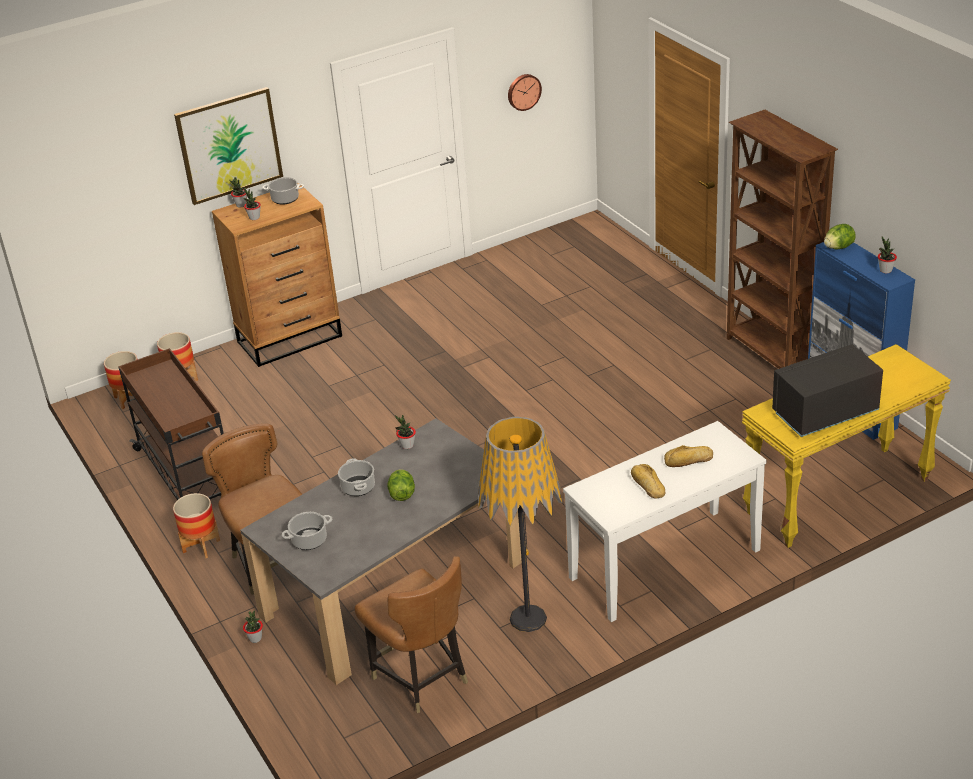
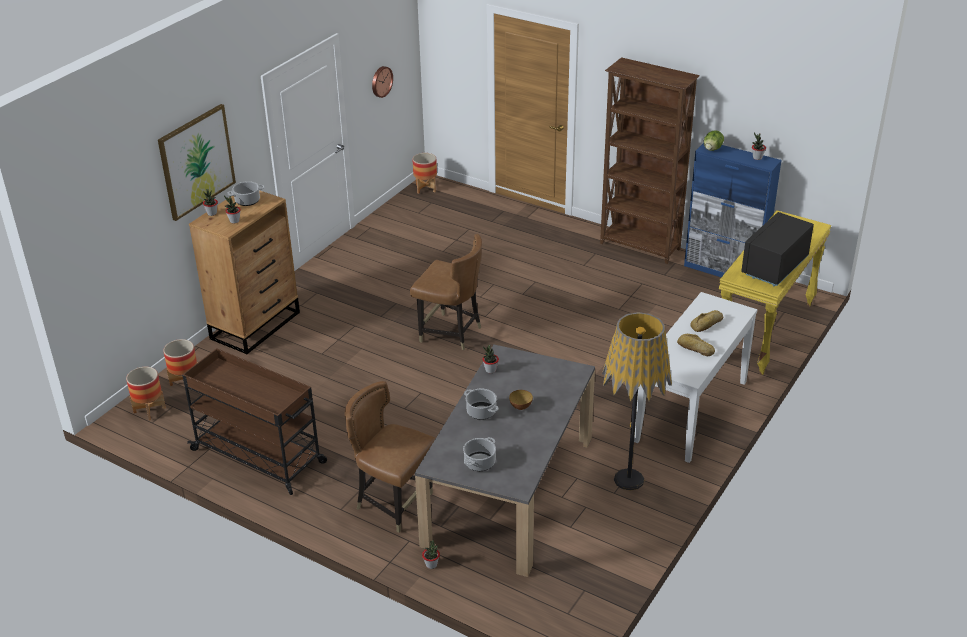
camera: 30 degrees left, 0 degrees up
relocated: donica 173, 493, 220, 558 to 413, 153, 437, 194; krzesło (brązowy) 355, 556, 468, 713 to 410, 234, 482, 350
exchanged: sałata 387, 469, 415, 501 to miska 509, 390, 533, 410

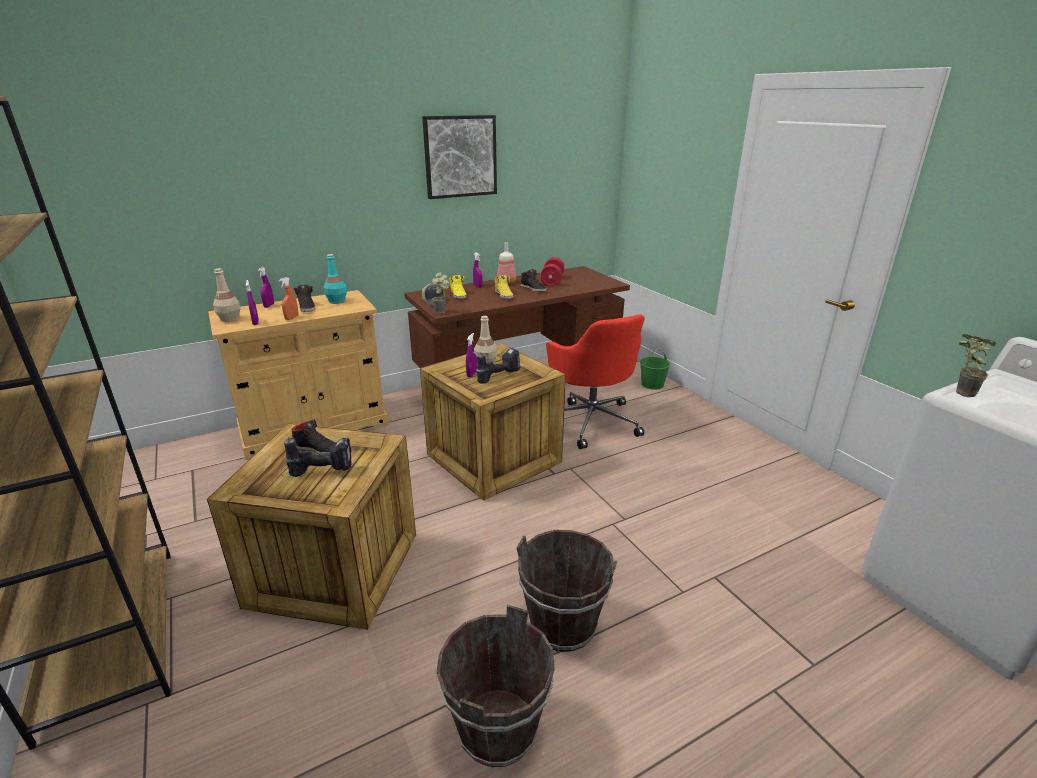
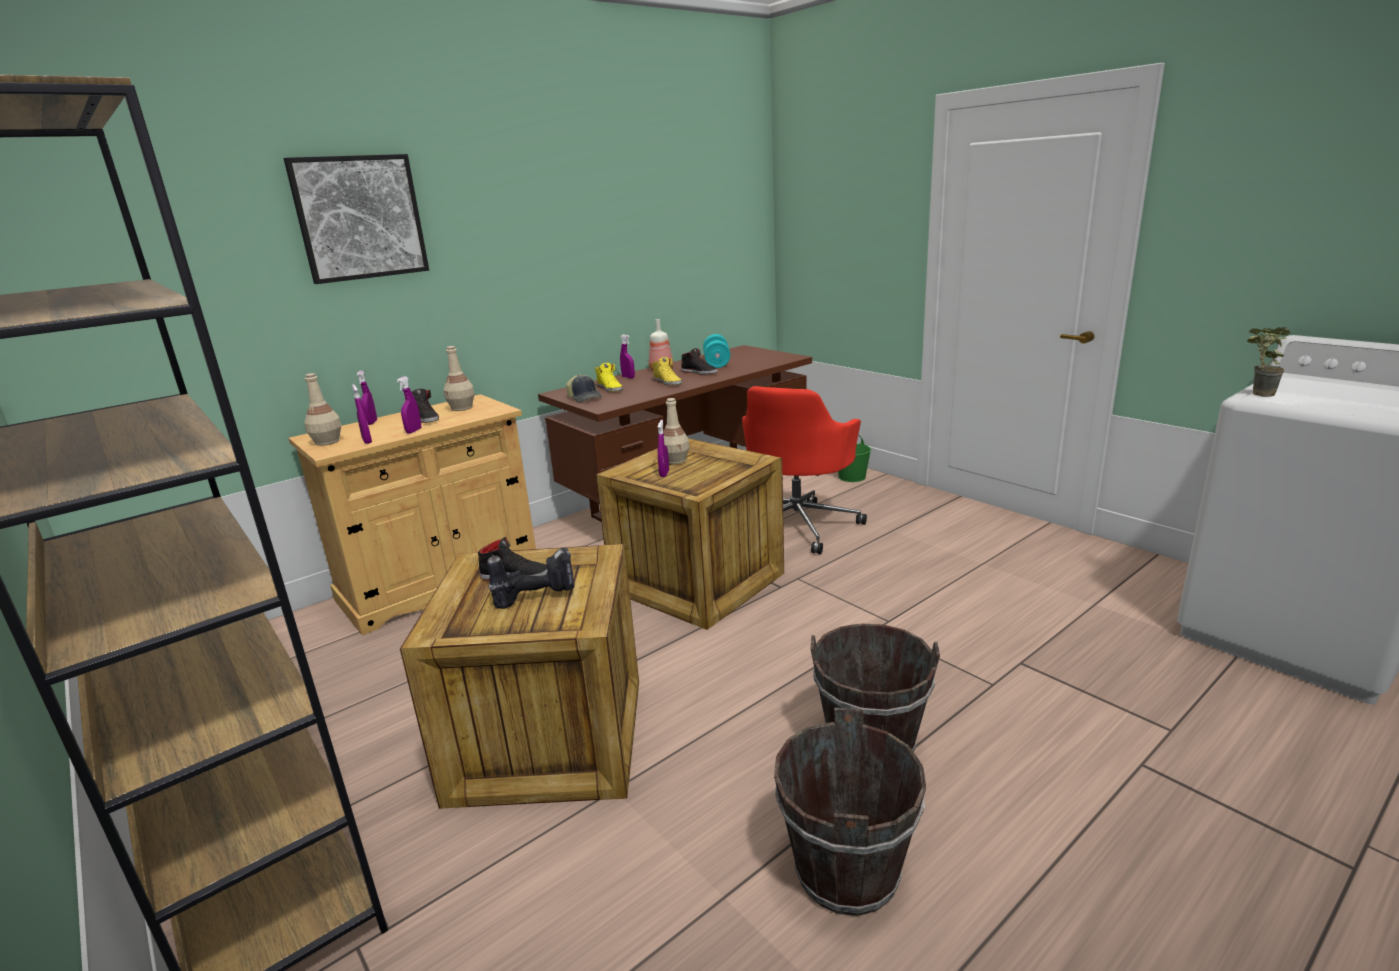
camera: 10 degrees left, 5 degrees down
missing: roślina doniczkowa 432, 272, 449, 314; wiertarka 476, 348, 520, 384
relocated: obraz 422, 115, 497, 199 to 284, 154, 429, 284
colour: butelka (turkusowy) 324, 254, 347, 304 to butelka (beżowy) 444, 346, 474, 411; hantel (czerwony) 540, 257, 564, 286 to hantel (turkusowy) 703, 334, 730, 368; spryskiwacz (pomarańczowy) 279, 277, 298, 320 to spryskiwacz (fioletowy) 397, 376, 421, 434
spun: krzesło biurowe (czerwony) 546, 314, 645, 449 = 742, 386, 867, 554 60 degrees clockwise

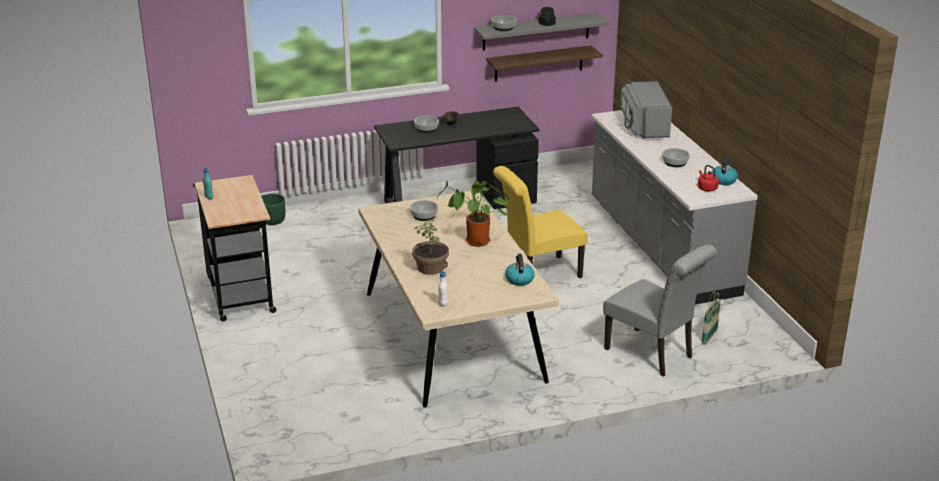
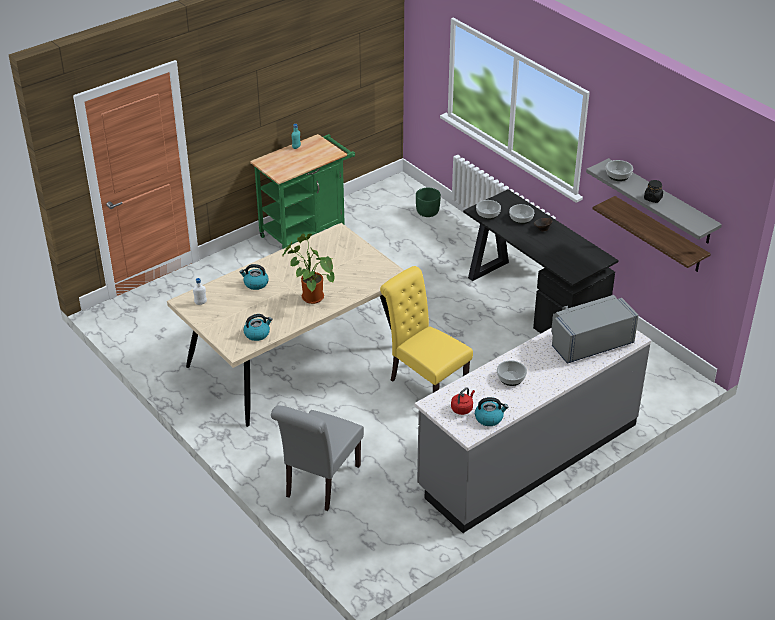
camera: 70 degrees right, 10 degrees up
missing: koszyk 702, 292, 721, 344
relocated: miska 410, 200, 438, 221 to 476, 200, 501, 220
exchanged: roślina doniczkowa 412, 220, 449, 275 to czajnik 240, 264, 269, 290
colour: wózek (czarny) 193, 174, 276, 321 to wózek (zielony) 250, 134, 355, 249

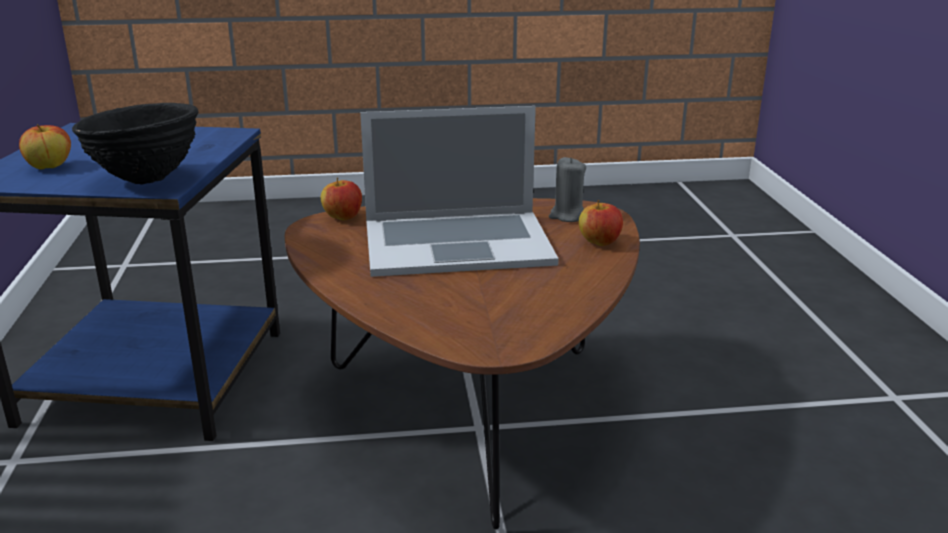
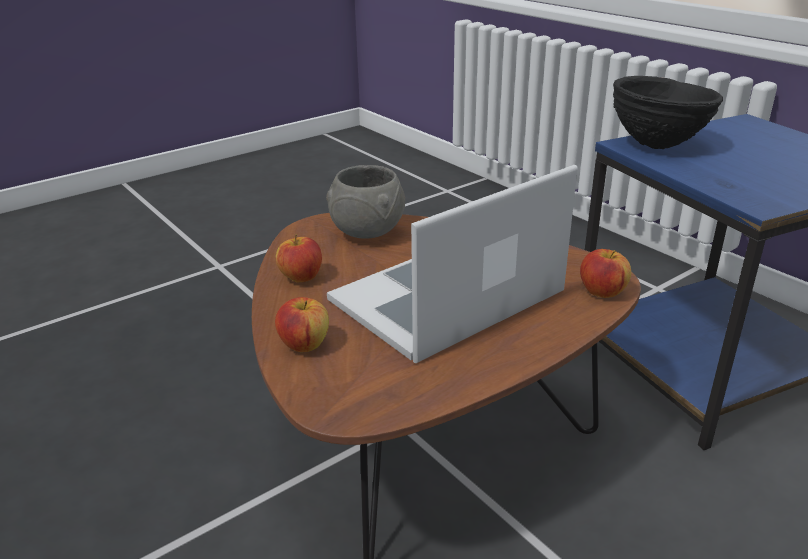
camera: 150 degrees right, 5 degrees up
missing: świeca (szary) 549, 157, 586, 222
appeared: miska (szary) 326, 165, 405, 238
relocated: jabłko 19, 124, 71, 169 to 276, 234, 322, 282

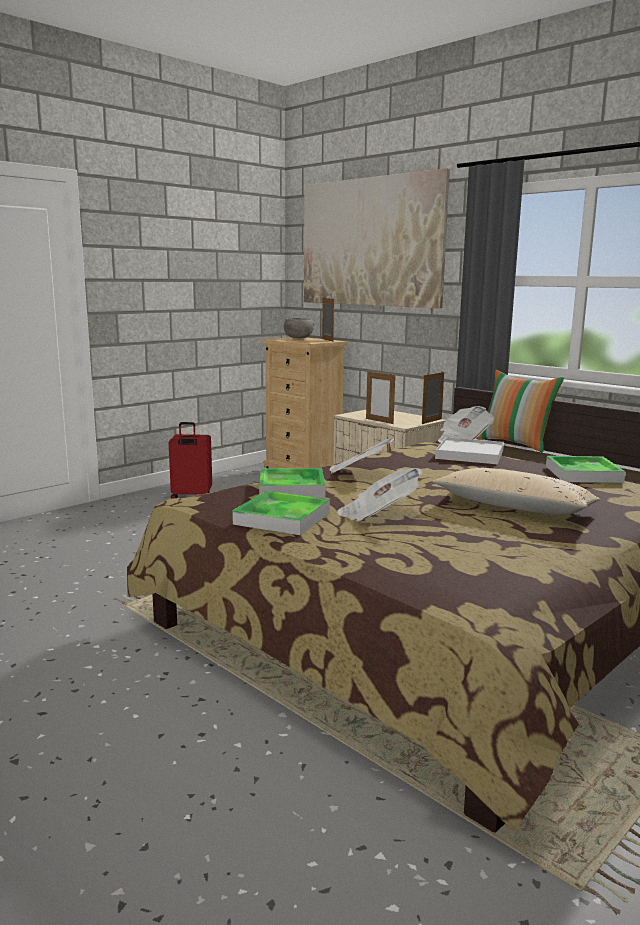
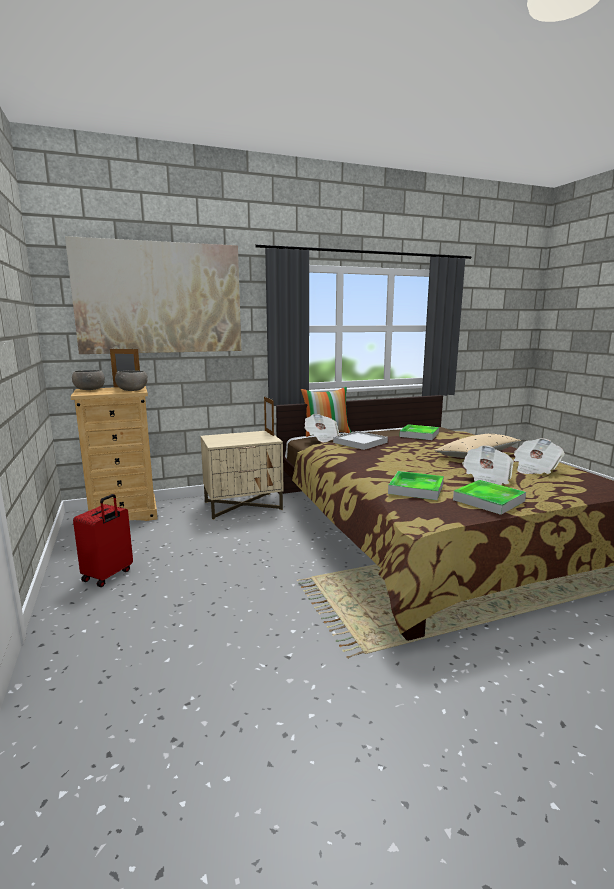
camera: 65 degrees left, 0 degrees up
missing: ramka na zdjęcie 366, 370, 395, 424
appeared: miska (szary) 115, 370, 148, 391
relocated: gazeta 330, 438, 394, 474 to 514, 438, 565, 474

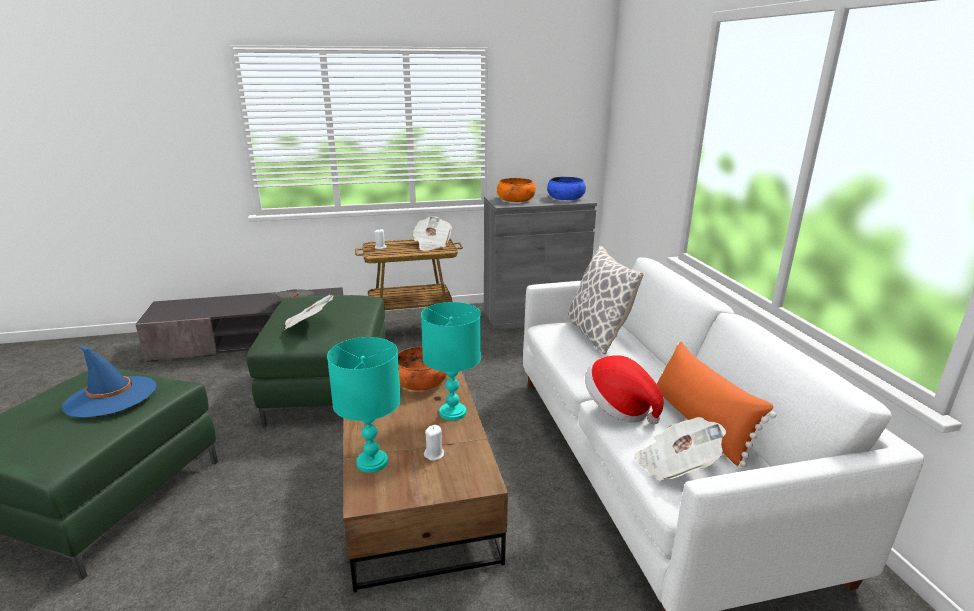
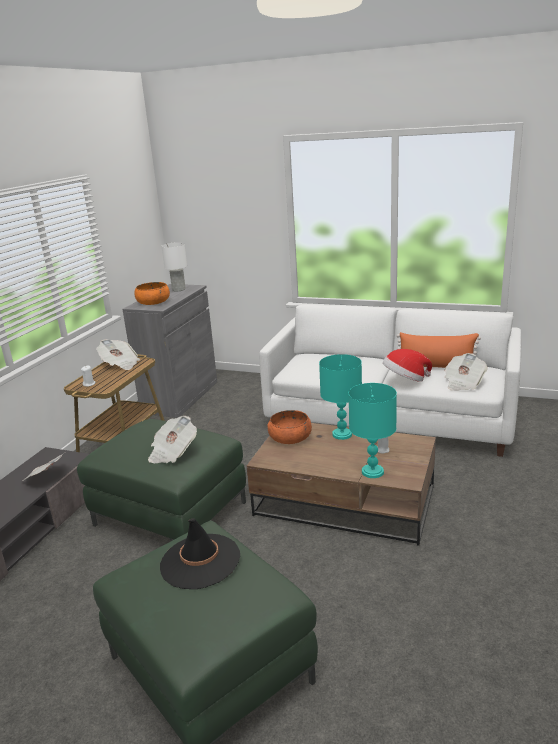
camera: 55 degrees left, 0 degrees up
missing: poduszka 568, 246, 644, 354
exchanged: miska (niebieski) 547, 177, 586, 200 to lampa stołowa (biały) 161, 242, 187, 291
colour: kapelusz (niebieski) 62, 346, 156, 418 to kapelusz (czarny) 160, 518, 240, 589

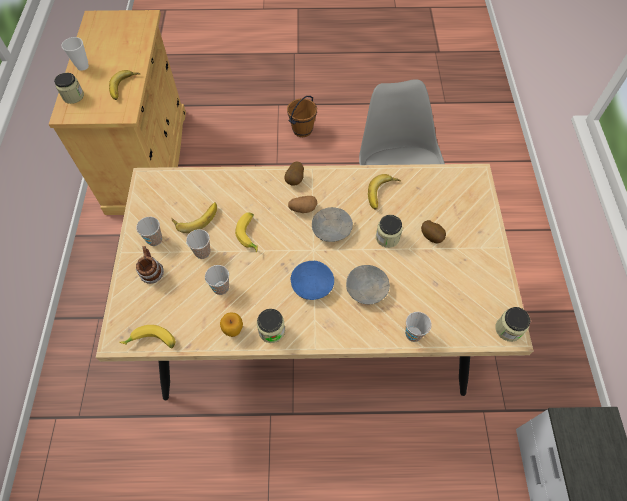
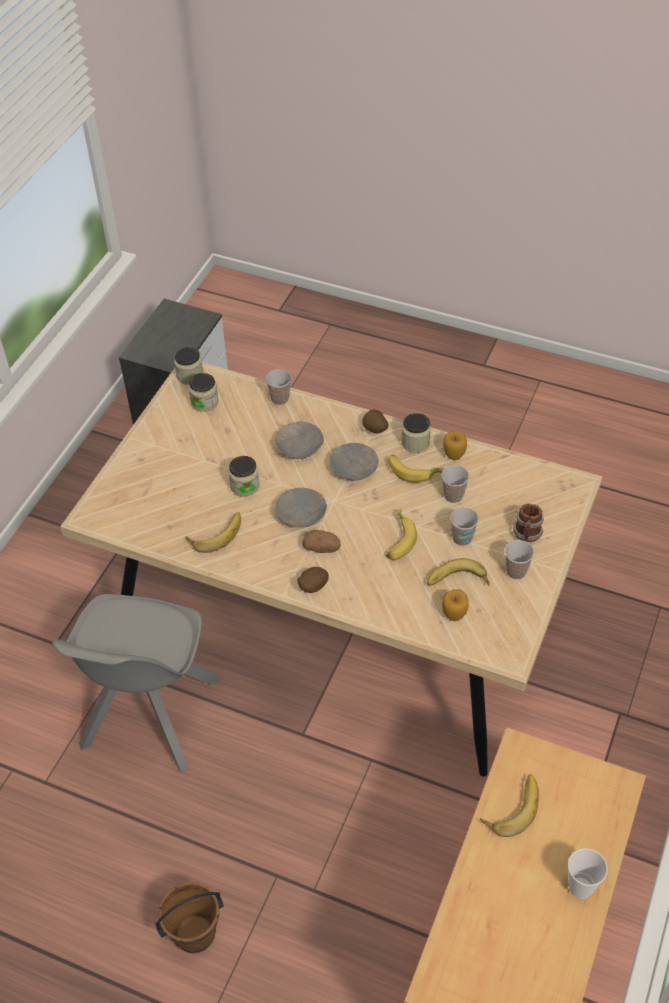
camera: 155 degrees left, 10 degrees down
appeared: jabłko 442, 589, 469, 621
relocated: słoik 54, 73, 84, 104 to 189, 373, 219, 412; ziemniak 421, 220, 446, 244 to 363, 410, 389, 434; banan 120, 325, 175, 348 to 388, 454, 443, 483
colour: miska (niebieski) 291, 261, 334, 300 to miska (szary) 329, 443, 379, 481

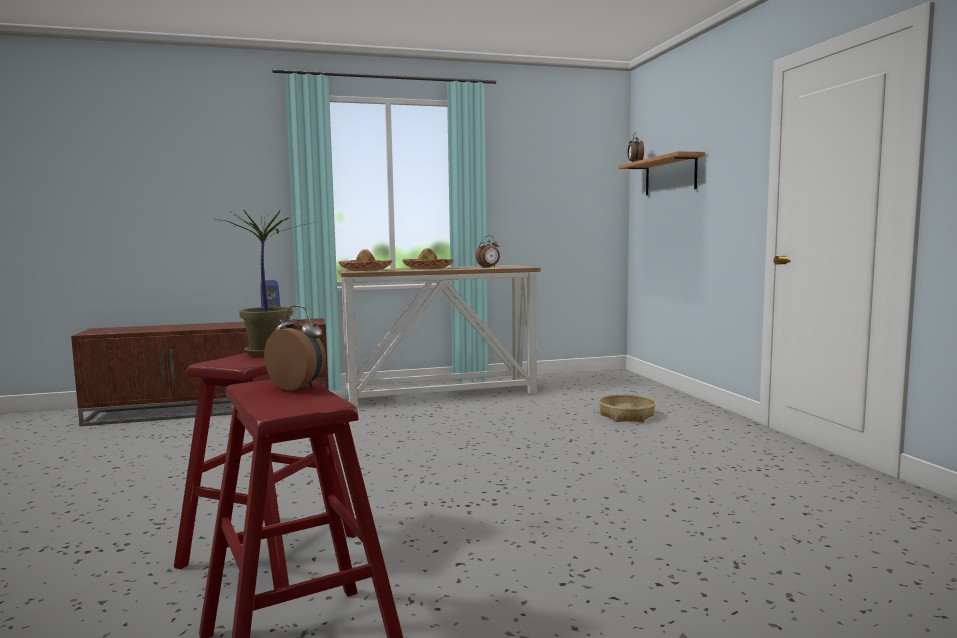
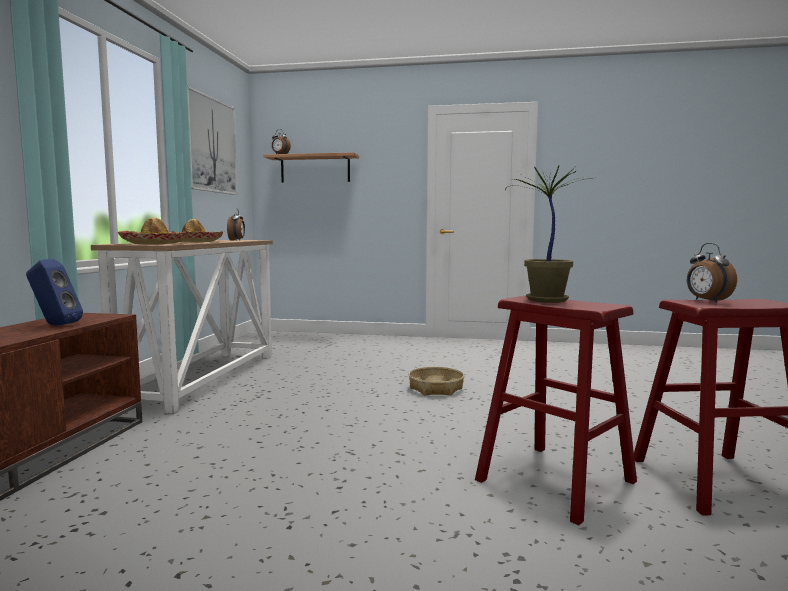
camera: 65 degrees left, 0 degrees up
appeared: obraz 187, 85, 238, 195
relocated: koszyk 599, 394, 656, 422 to 409, 367, 464, 396
spun: budzik 264, 305, 326, 390 = 687, 243, 737, 303 75 degrees counterclockwise

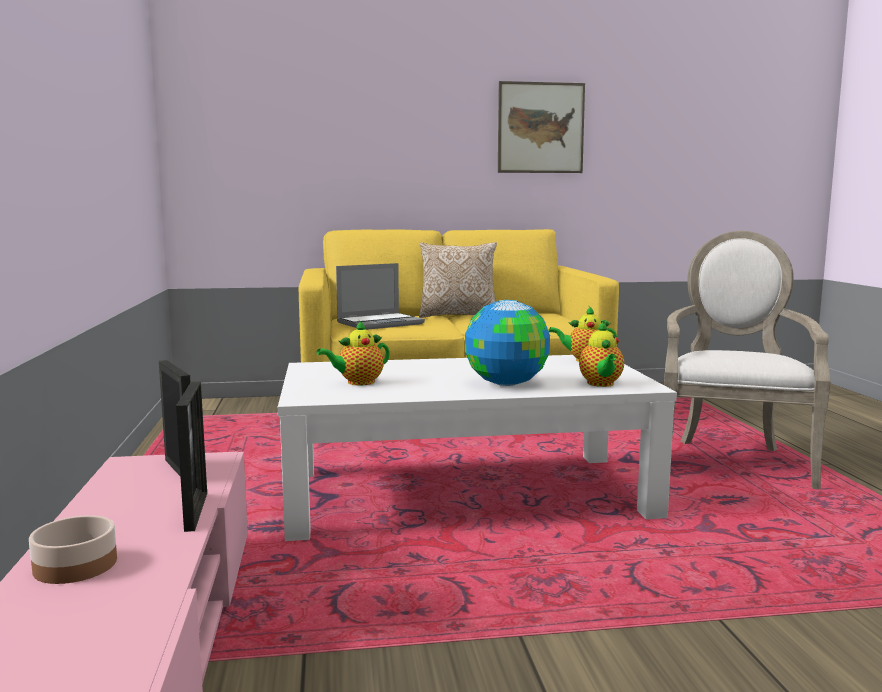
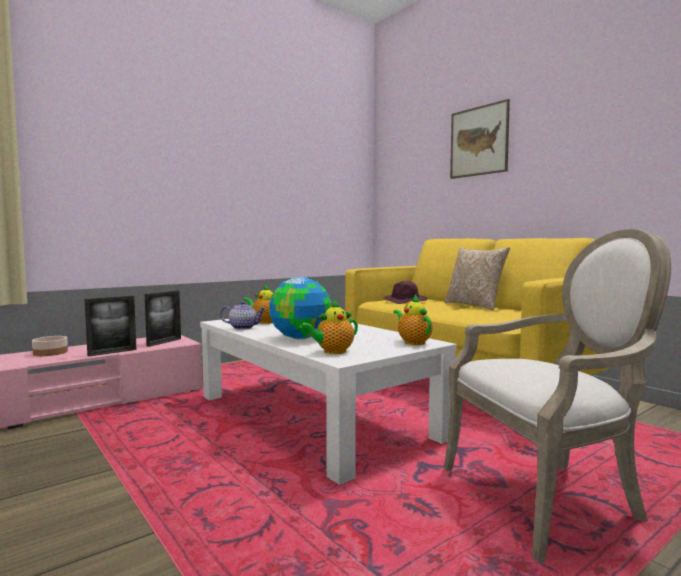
camera: 60 degrees right, 5 degrees down
appeared: imbryk 220, 301, 266, 330
relocated: obraz 498, 81, 585, 173 to 450, 99, 510, 179
exchanged: laptop 336, 263, 425, 330 to kapelusz (fioletowy) 384, 281, 427, 304

